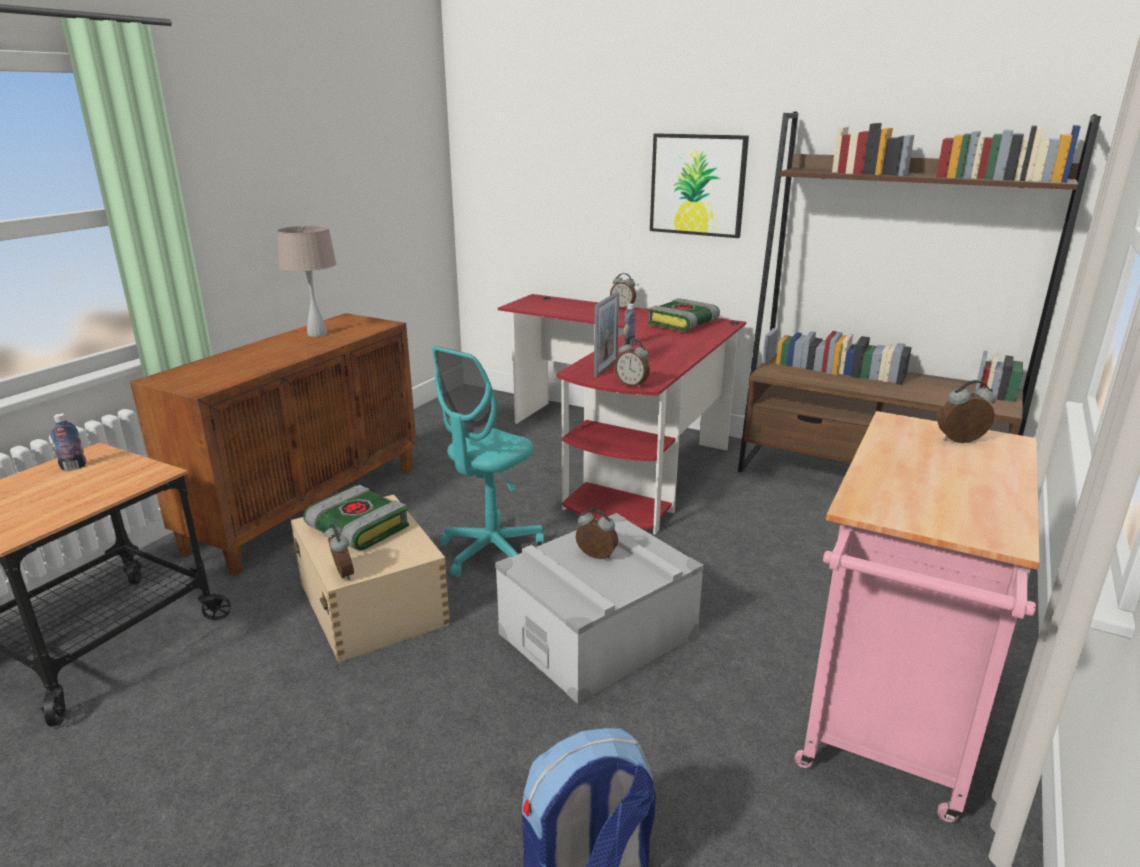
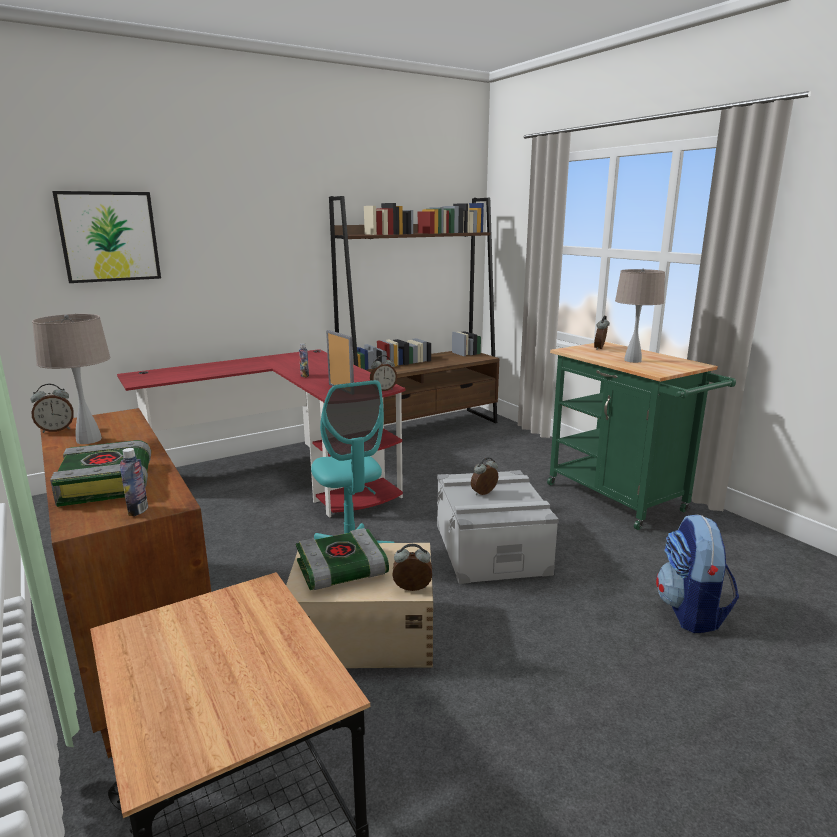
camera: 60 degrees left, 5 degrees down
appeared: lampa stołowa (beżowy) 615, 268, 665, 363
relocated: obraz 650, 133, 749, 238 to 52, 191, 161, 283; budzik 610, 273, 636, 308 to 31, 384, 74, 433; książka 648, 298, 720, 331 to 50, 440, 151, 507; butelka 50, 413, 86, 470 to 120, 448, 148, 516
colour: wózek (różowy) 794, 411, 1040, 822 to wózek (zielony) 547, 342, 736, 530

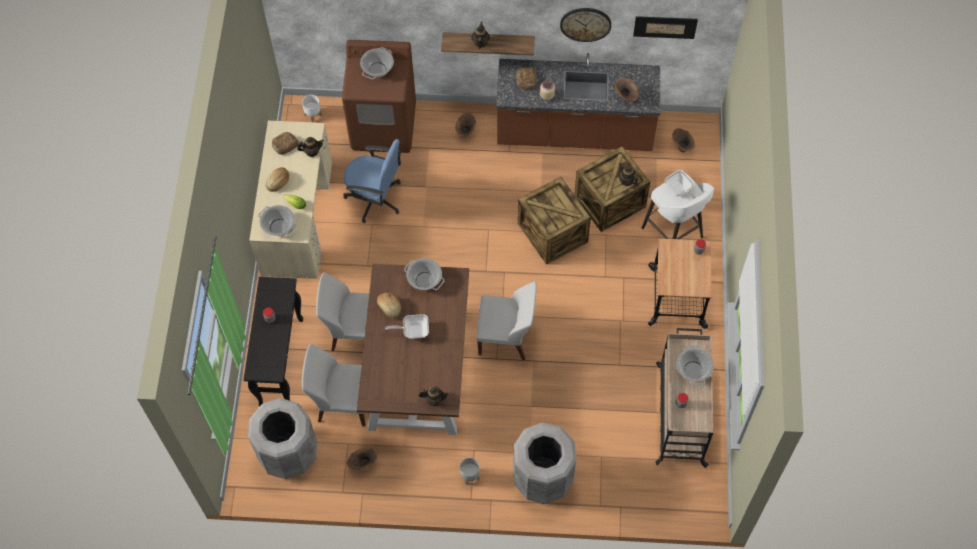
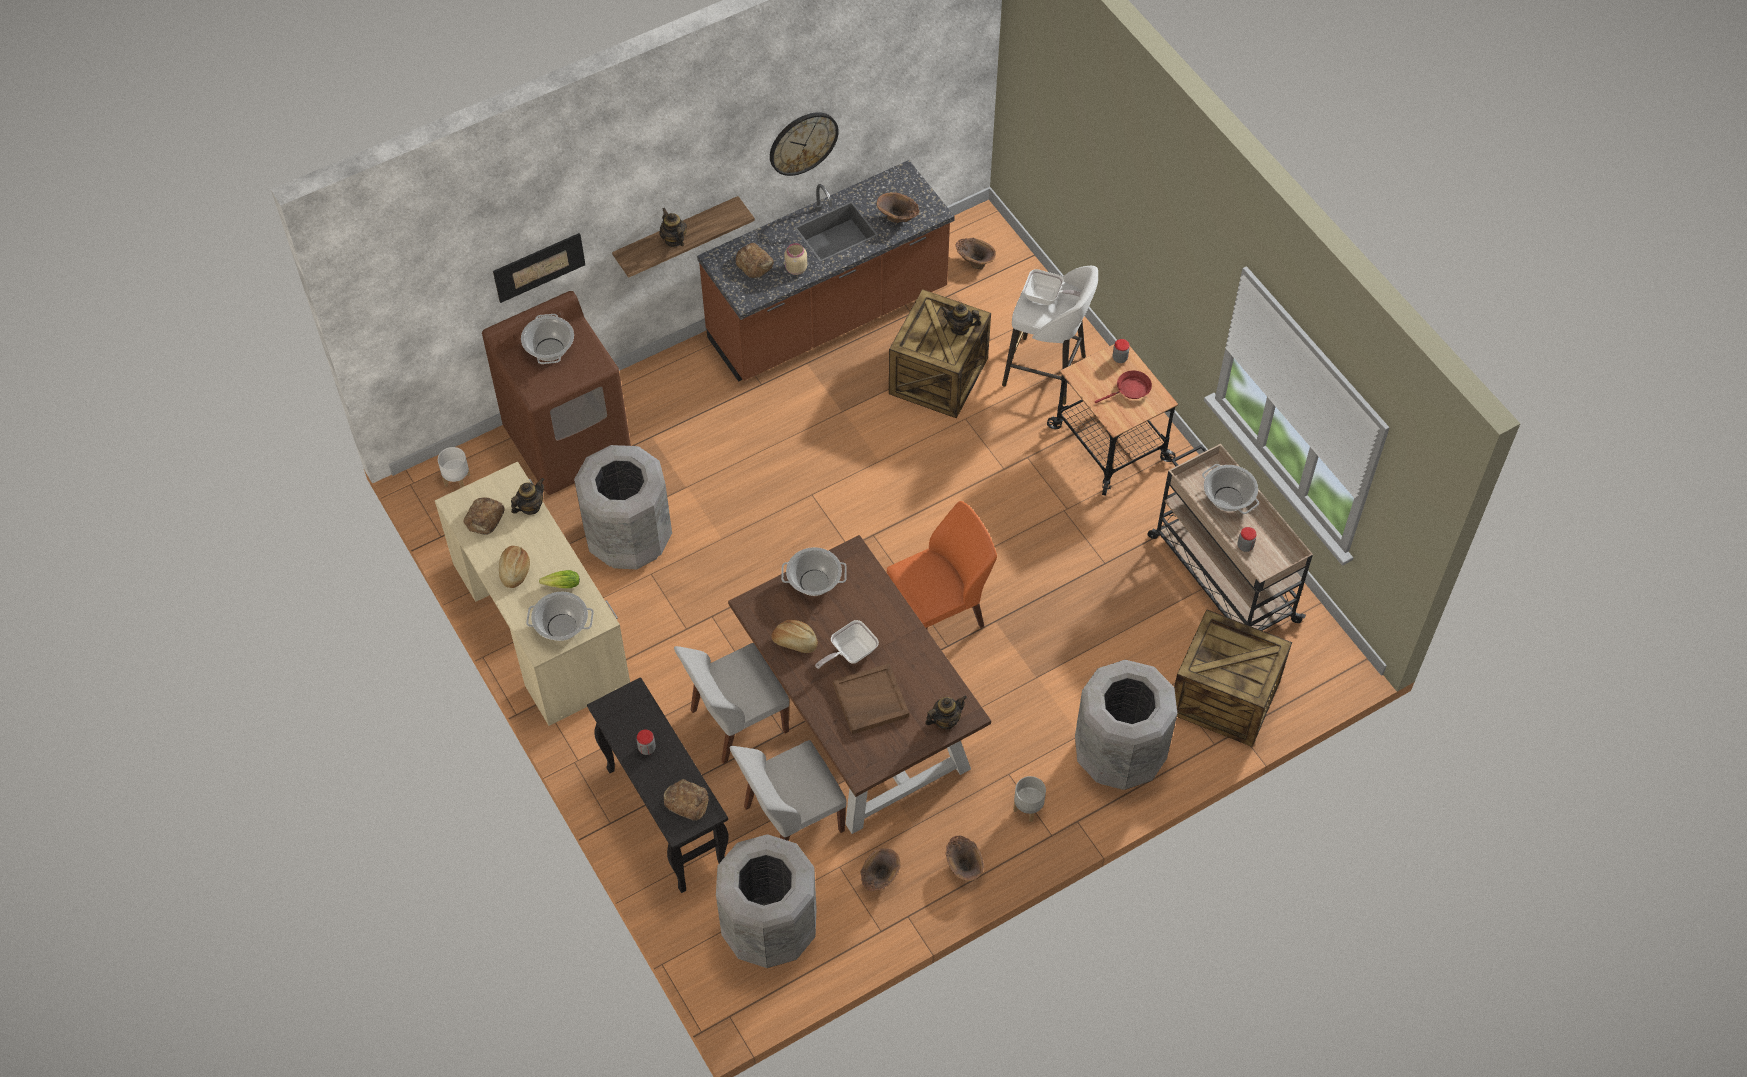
camera: 35 degrees left, 5 degrees down
appeared: patelnia (czerwony) 1095, 370, 1152, 403; taca (brązowy) 833, 663, 909, 734; chleb 664, 779, 709, 821
relocated: obraz 633, 16, 698, 39 to 493, 233, 585, 303; wazon (brązowy) 455, 113, 476, 138 to 946, 836, 984, 881; skrzynka 518, 177, 591, 265 to 1174, 609, 1292, 747
exchanged: krzesło biurowe (niebieski) 343, 139, 402, 223 to kosz na śmieci (szary) 574, 445, 672, 569
colour: krzesło (biały) 476, 281, 537, 360 to krzesło (pomarańczowy) 887, 501, 997, 630

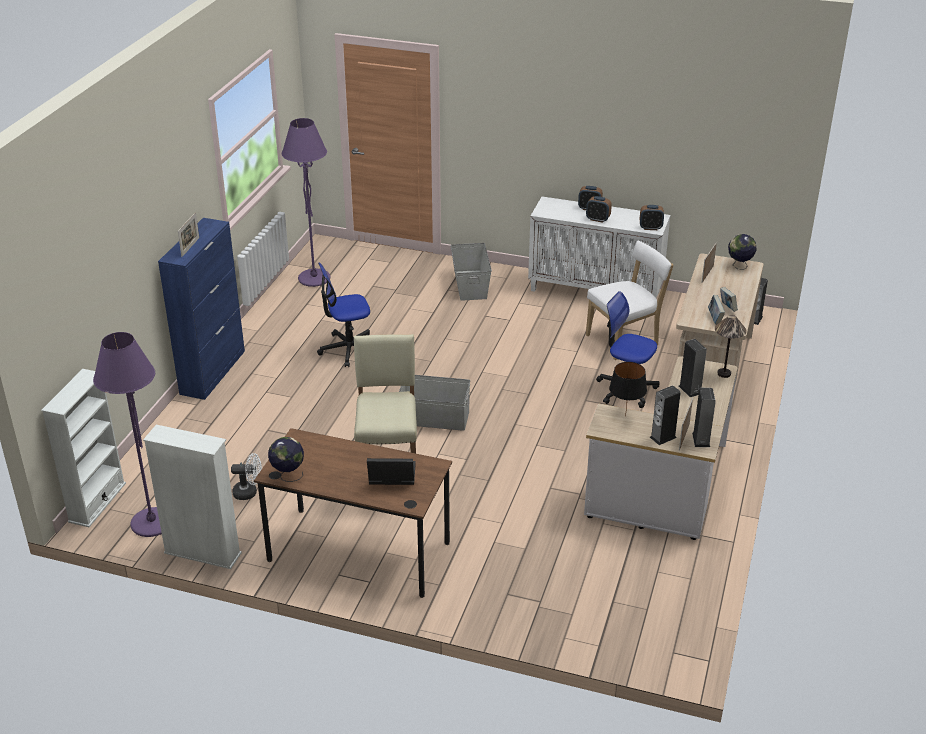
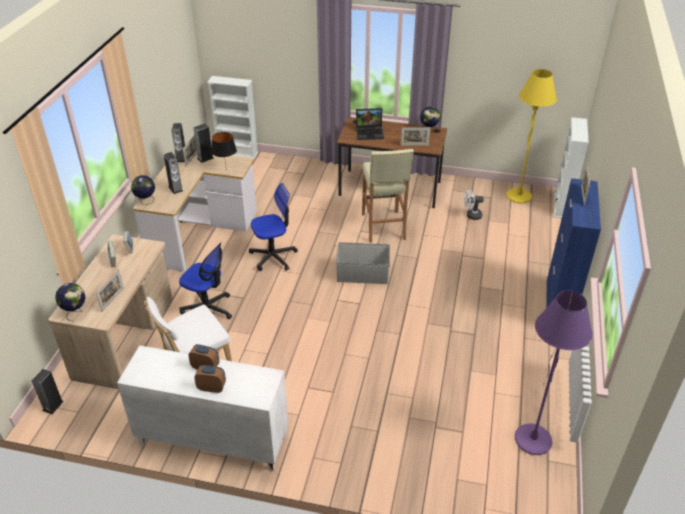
camera: 175 degrees right, 5 degrees up
missing: budzik 640, 205, 664, 230; pojemnik do przechowywania (szary) 450, 243, 492, 301
appeared: ramka na zdjęcie 401, 127, 430, 146
relocated: krzesło biurowe 317, 263, 370, 367 to 249, 183, 298, 271; regał (biały) 143, 425, 242, 569 to 207, 76, 258, 159
exchanged: lampa stołowa 715, 315, 747, 378 to globus 131, 175, 155, 205
colour: lampa stojąca (fioletowy) 93, 332, 162, 537 to lampa stojąca (żółty) 506, 69, 557, 203

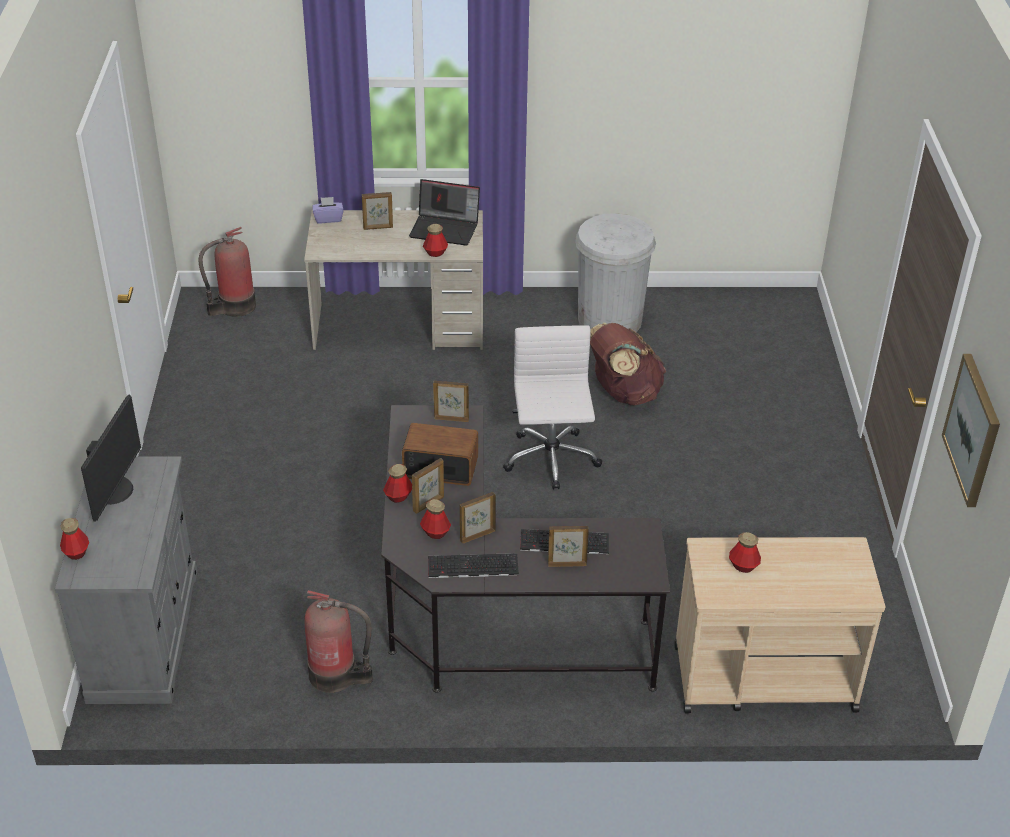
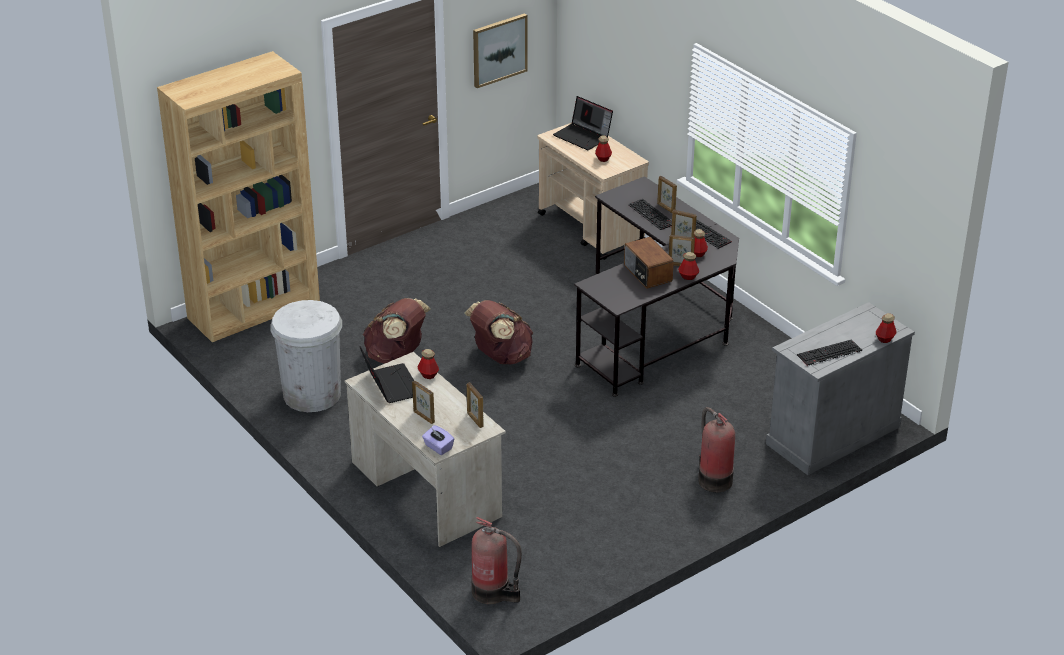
camera: 125 degrees left, 5 degrees down
appeared: regał (brązowy) 157, 51, 320, 342; laptop 553, 96, 613, 150
relocated: ramka na zdjęcie 433, 381, 469, 422 to 467, 382, 484, 428; gaśnica 304, 590, 373, 693 to 698, 407, 735, 492
exchanged: krzesło biurowe (biały) 503, 325, 602, 490 to plecak (brązowy) 464, 300, 533, 365; monitor 81, 395, 141, 522 to klawiatura 797, 339, 862, 366

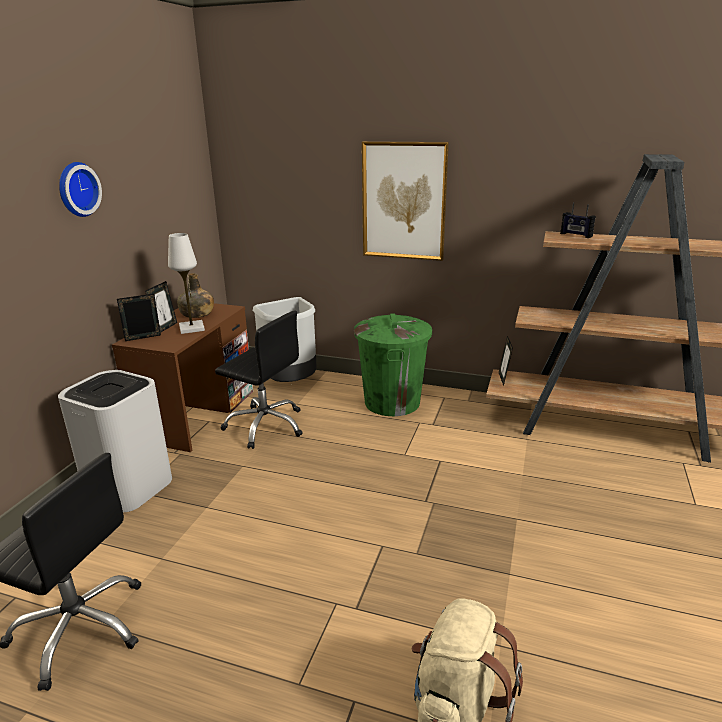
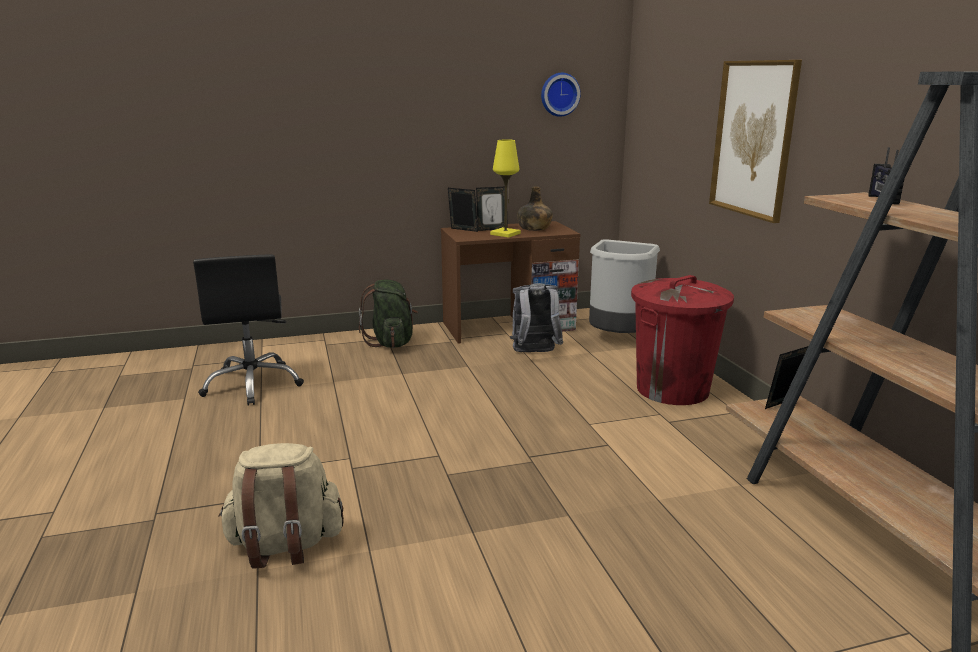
camera: 55 degrees right, 5 degrees down
relocated: zegar ścienny 59, 162, 102, 217 to 541, 73, 581, 117
exchanged: krzesło biurowe (czarny) 215, 310, 303, 449 to plecak (szary) 510, 283, 563, 352; kosz na śmieci (biały) 58, 370, 172, 512 to plecak (zielony) 359, 280, 418, 348
colour: lampa stołowa (biały) 168, 233, 205, 334 to lampa stołowa (żółty) 490, 139, 521, 238; kosz na śmieci (zielony) 354, 314, 432, 416 to kosz na śmieci (czerwony) 631, 275, 734, 405

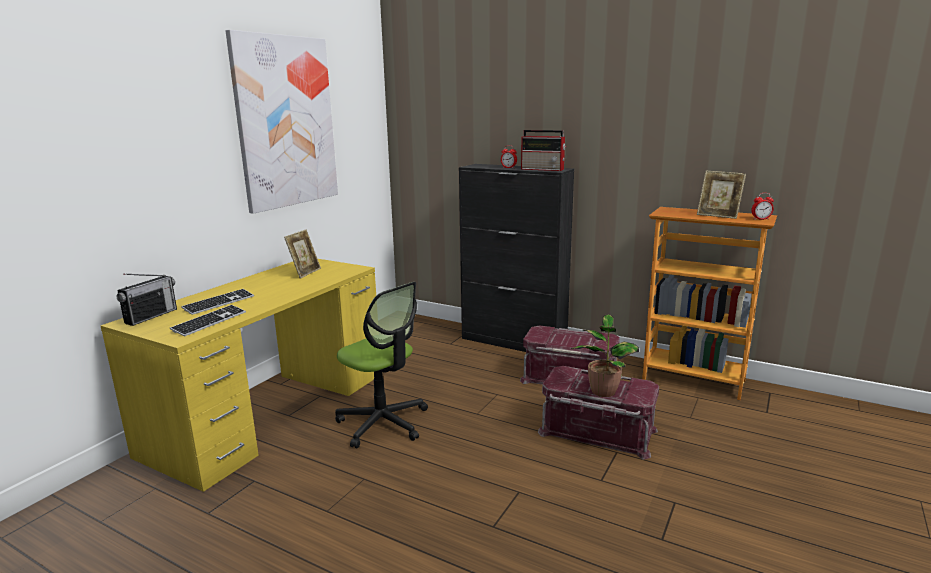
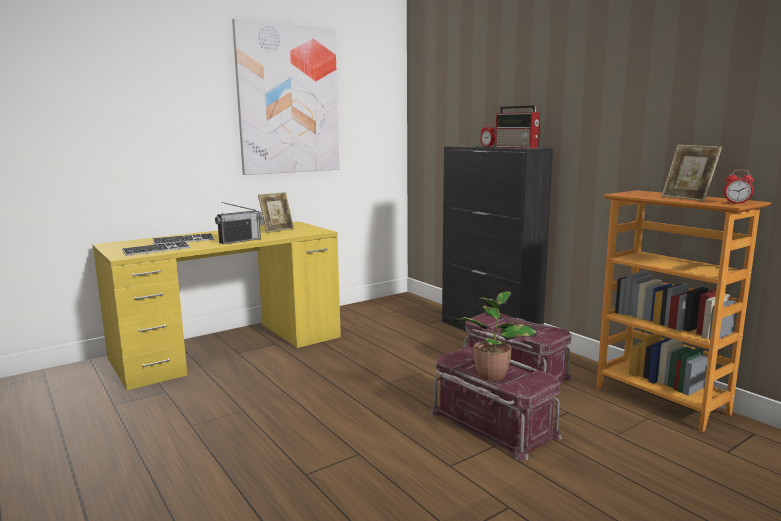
camera: 25 degrees right, 5 degrees down
missing: krzesło biurowe 335, 282, 428, 448
relocated: radio 116, 274, 177, 326 to 215, 202, 262, 244

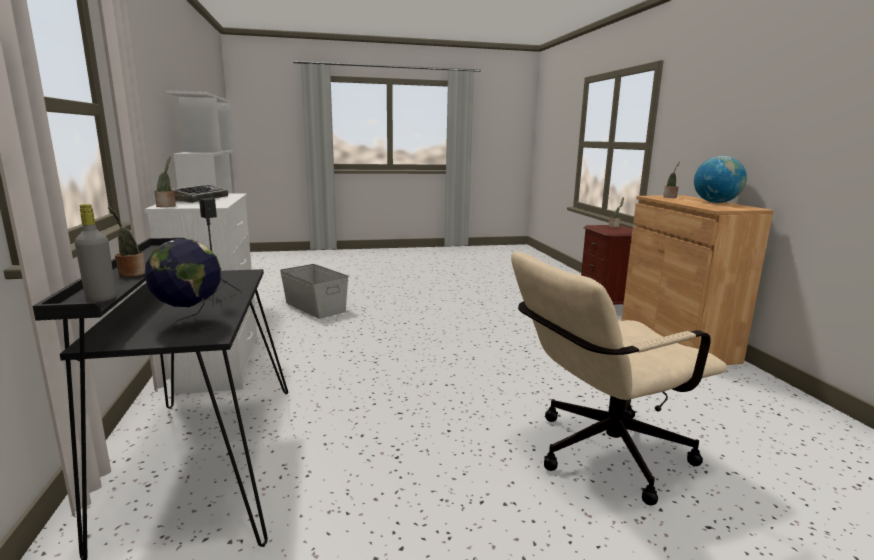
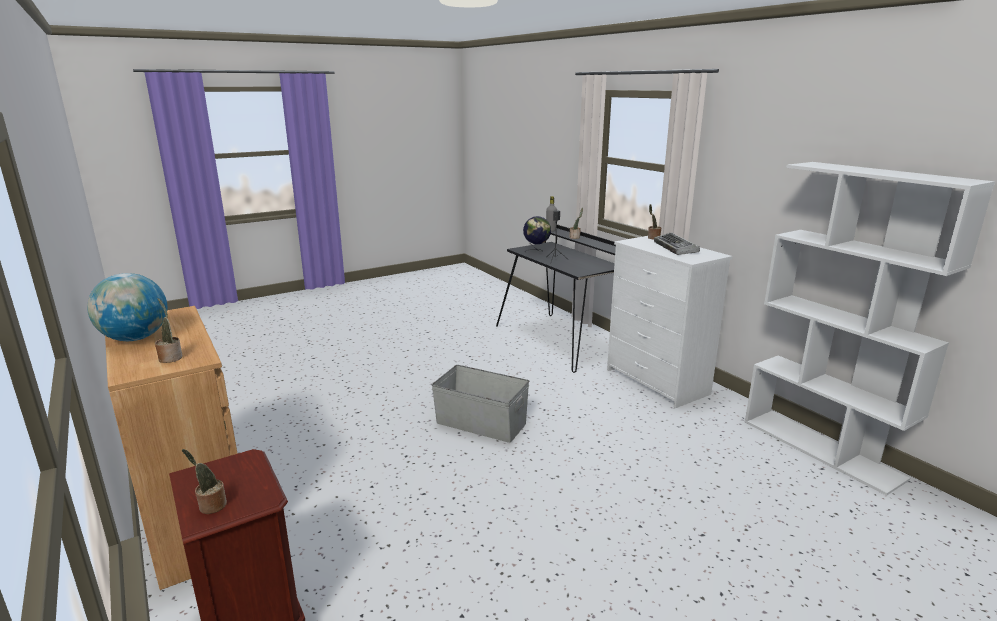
camera: 160 degrees right, 5 degrees up
missing: krzesło biurowe (beżowy) 511, 252, 727, 505
relocated: pojemnik do przechowywania (szary) 280, 264, 349, 319 to 432, 365, 529, 443

